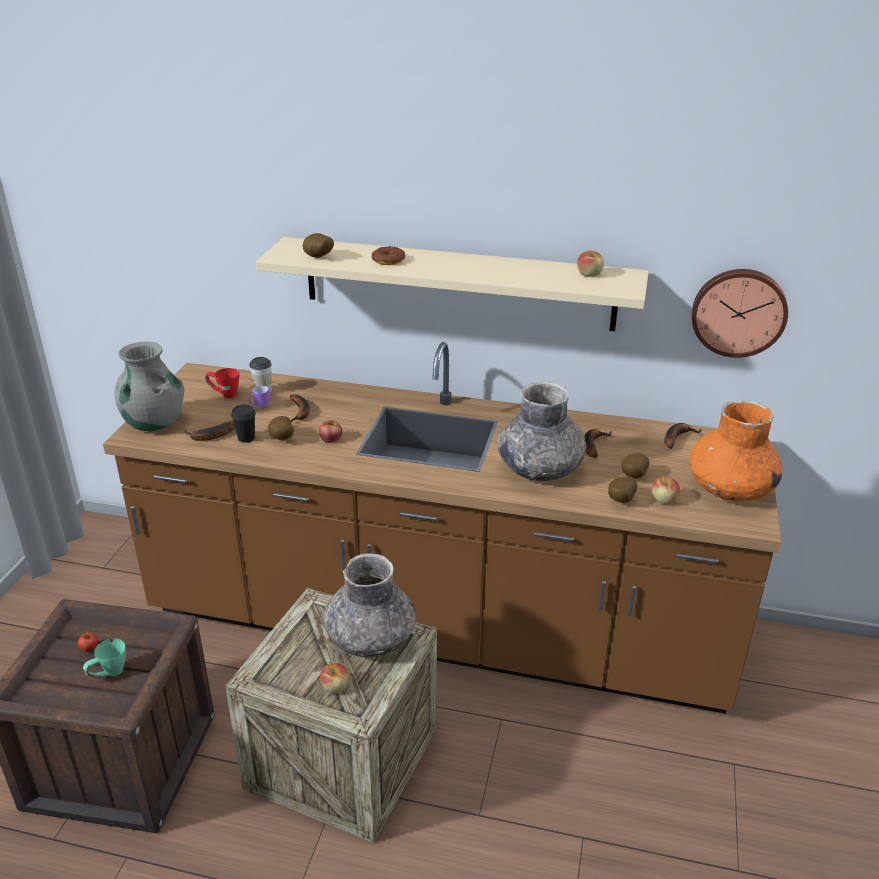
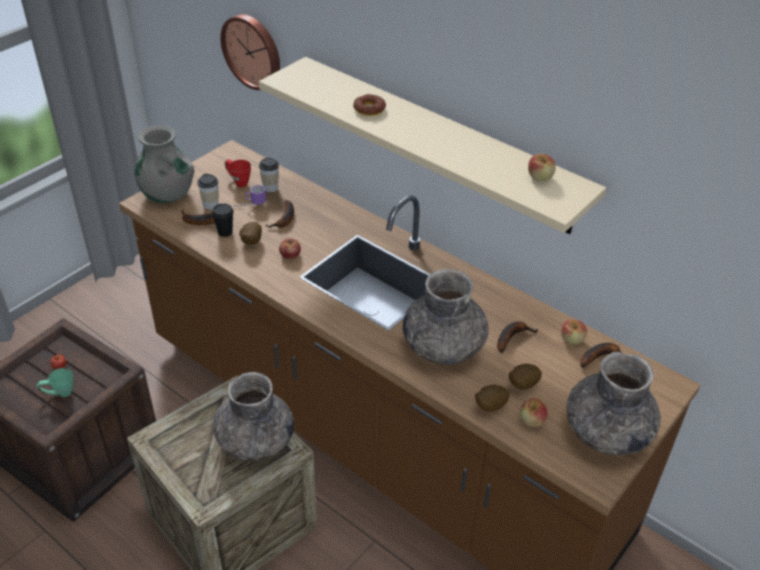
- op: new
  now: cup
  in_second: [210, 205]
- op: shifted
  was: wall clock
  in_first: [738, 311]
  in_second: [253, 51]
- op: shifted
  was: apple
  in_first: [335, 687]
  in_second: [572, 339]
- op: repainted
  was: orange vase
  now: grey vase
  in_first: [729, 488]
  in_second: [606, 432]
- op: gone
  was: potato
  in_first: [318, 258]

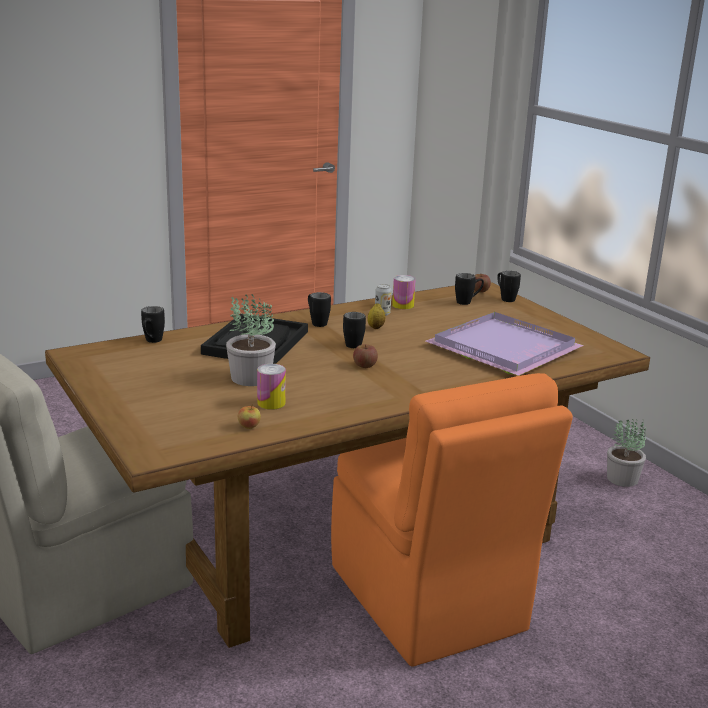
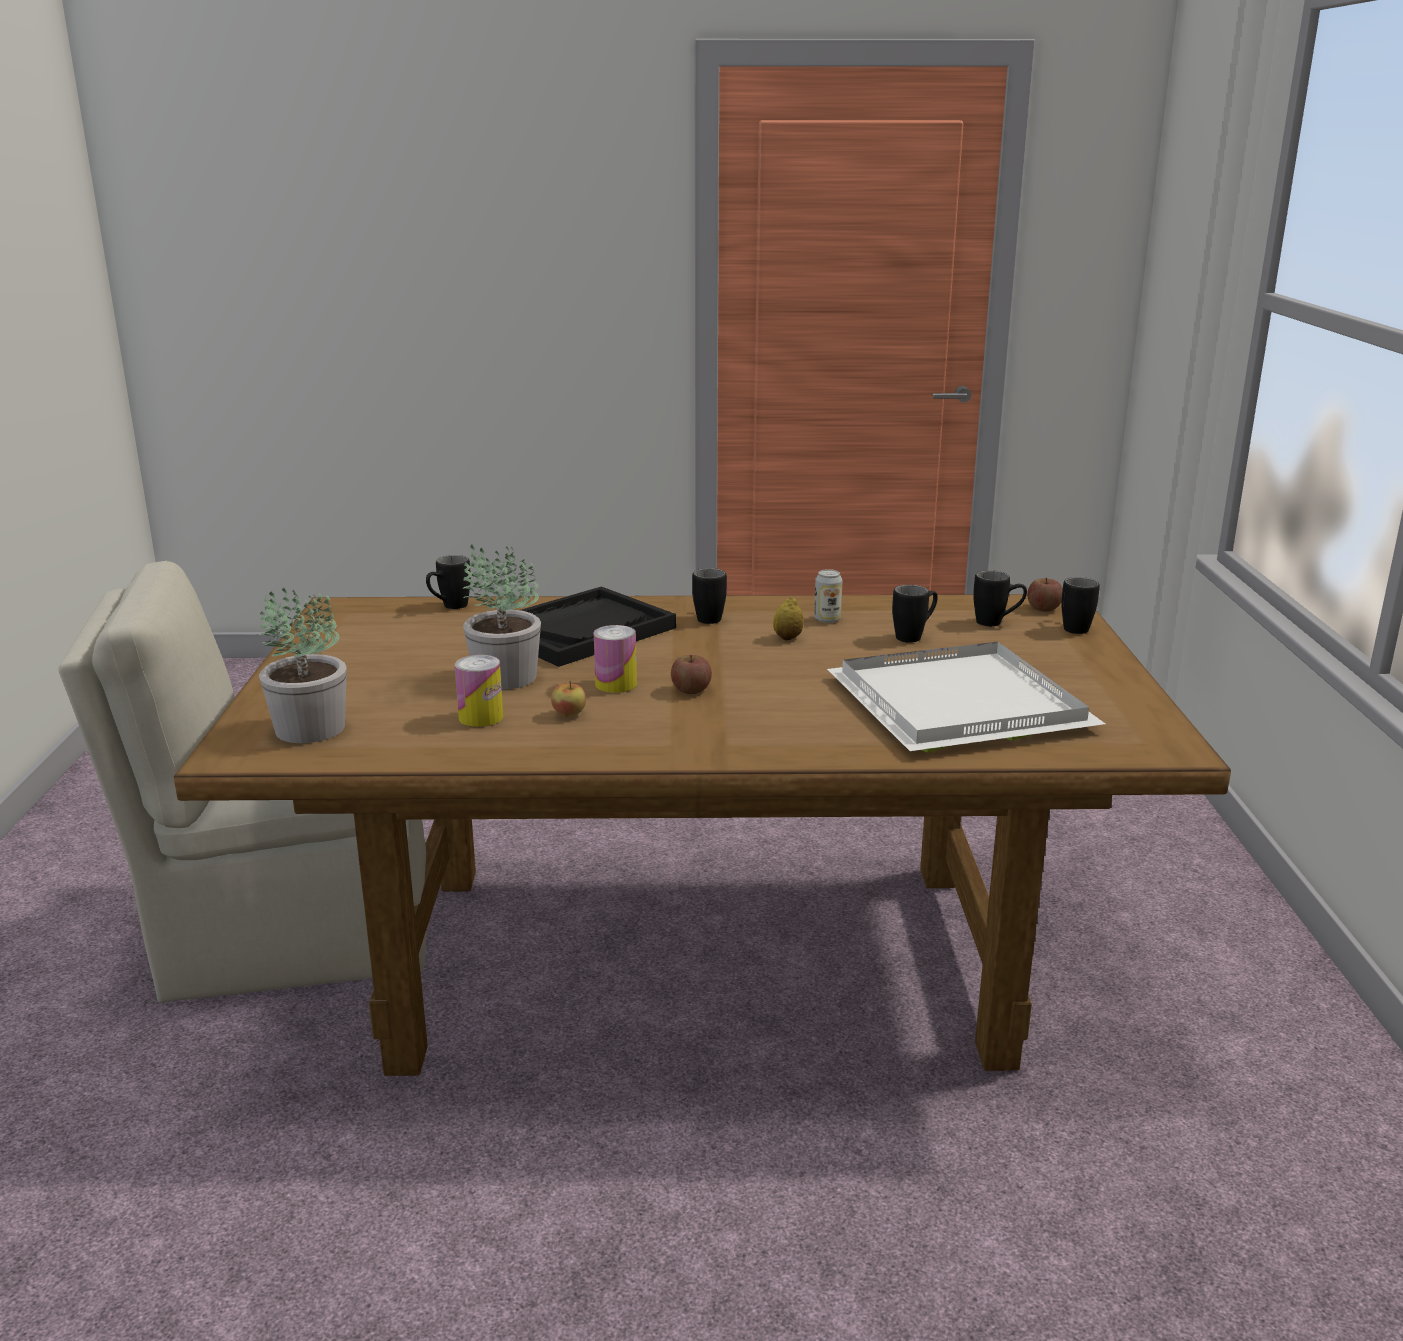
- op: shifted
  was: potted plant
  in_first: [623, 479]
  in_second: [310, 729]
- op: shifted
  was: apple
  in_first: [249, 426]
  in_second: [569, 714]
- op: shifted
  was: can
  in_first: [403, 305]
  in_second: [616, 684]
- op: repainted
  was: purple tray
  now: white tray
  in_first: [504, 349]
  in_second: [957, 706]
- op: shifted
  was: black mug
  in_first: [356, 343]
  in_second: [914, 636]
- op: gone
  was: orange chair
  in_first: [428, 601]

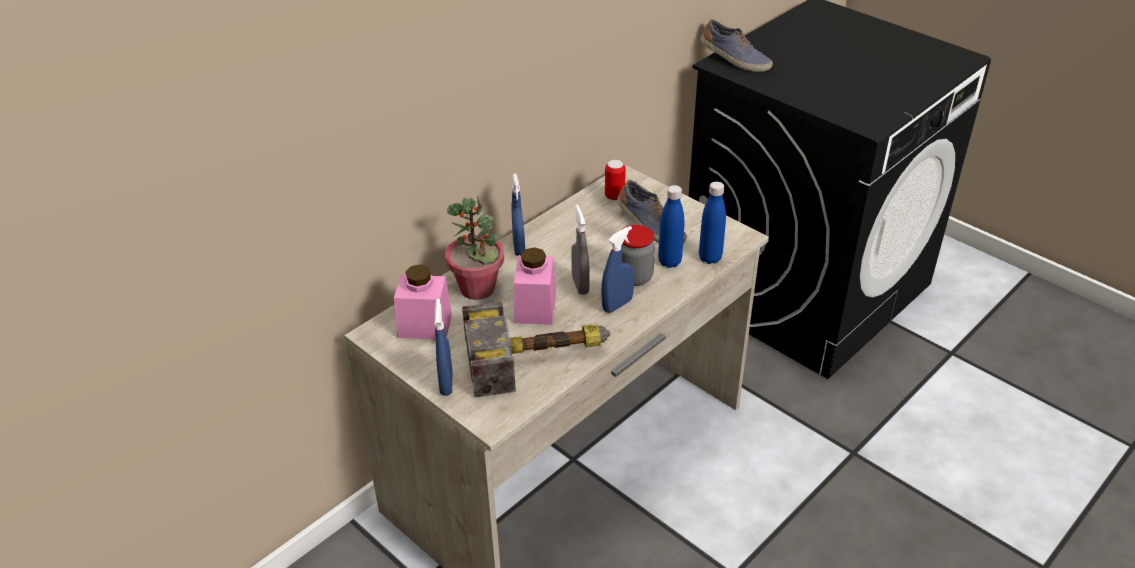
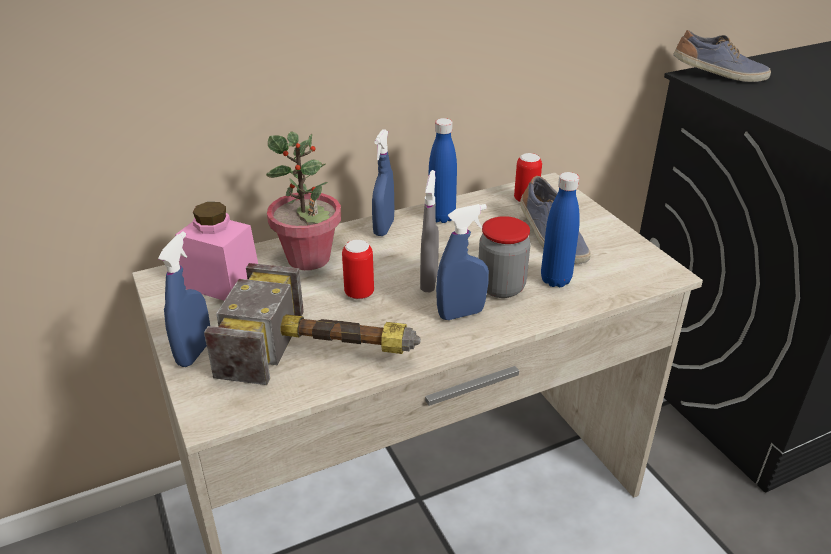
- op: swapped
  was: pink jar
  now: can
  in_first: [535, 308]
  in_second: [359, 293]
- op: shifted
  was: blue bottle
  in_first: [710, 258]
  in_second: [441, 217]
- op: rotated
  was: shoe
  in_first: [734, 60]
  in_second: [719, 75]
  clockwise: -45

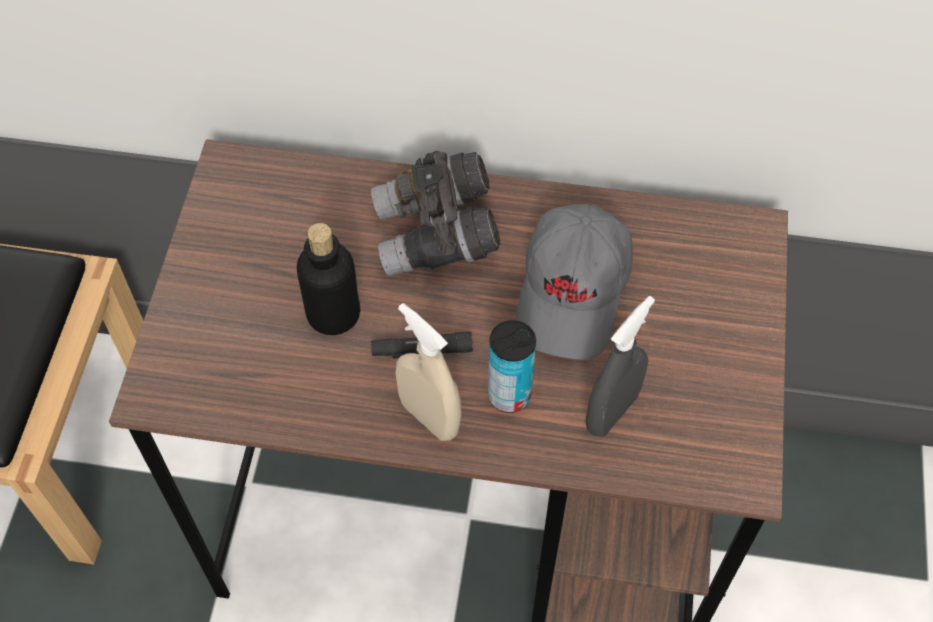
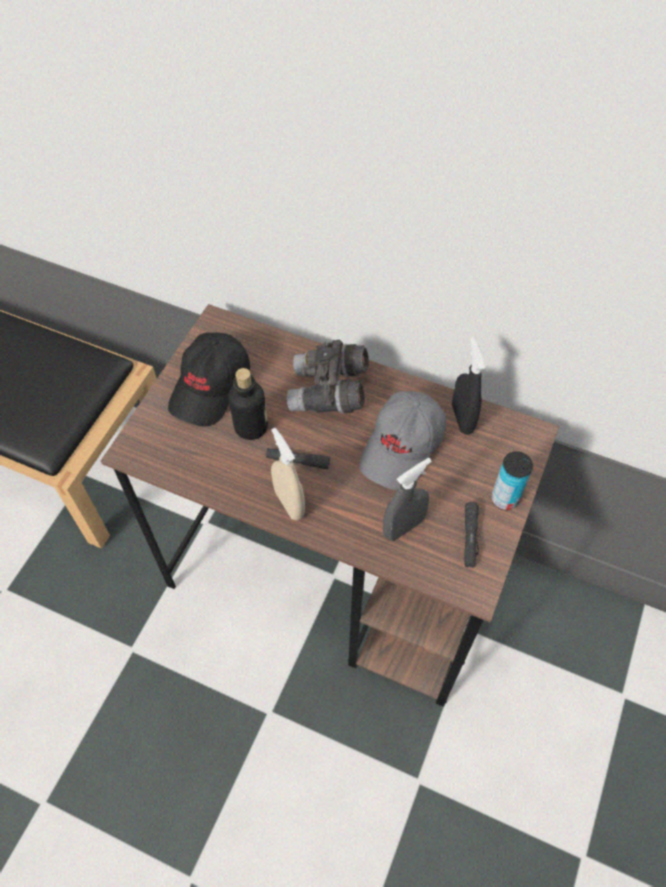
- op: new
  now: black cap
  in_second: [211, 387]
- op: new
  now: black spray bottle
  in_second: [462, 418]
- op: new
  now: black flashlight
  in_second: [470, 537]
- op: shifted
  was: can
  in_first: [509, 395]
  in_second: [504, 499]

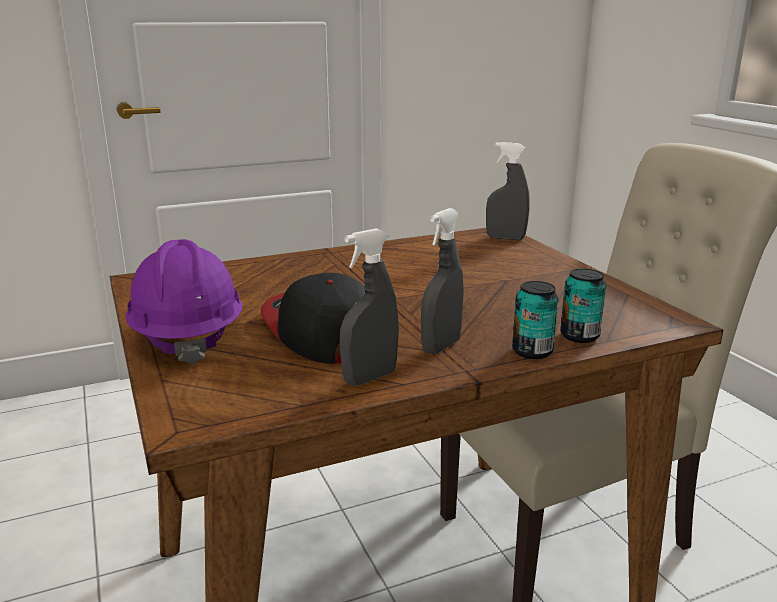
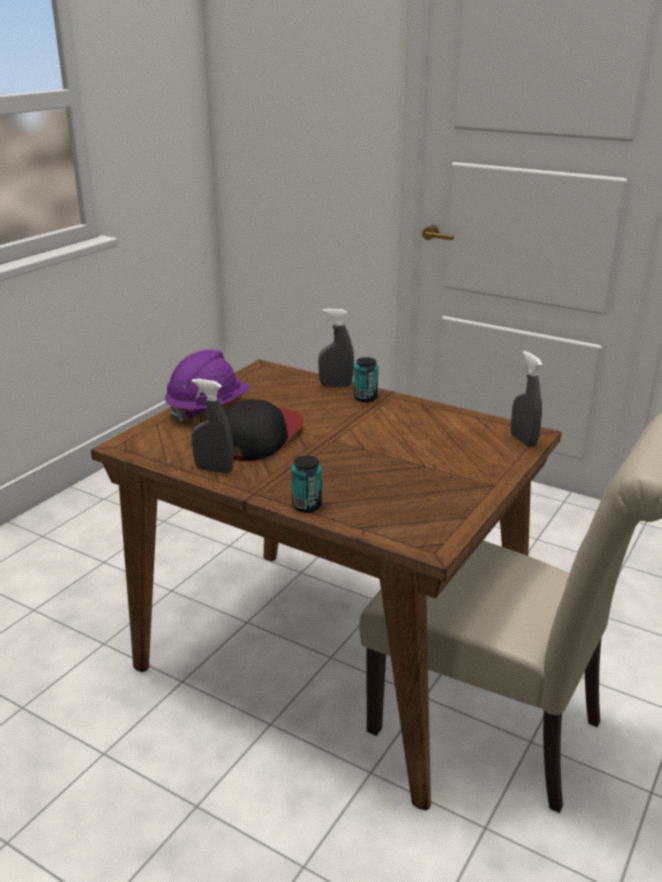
- op: shifted
  was: grey spray bottle
  in_first: [441, 346]
  in_second: [336, 385]
- op: shifted
  was: can
  in_first: [579, 336]
  in_second: [365, 398]

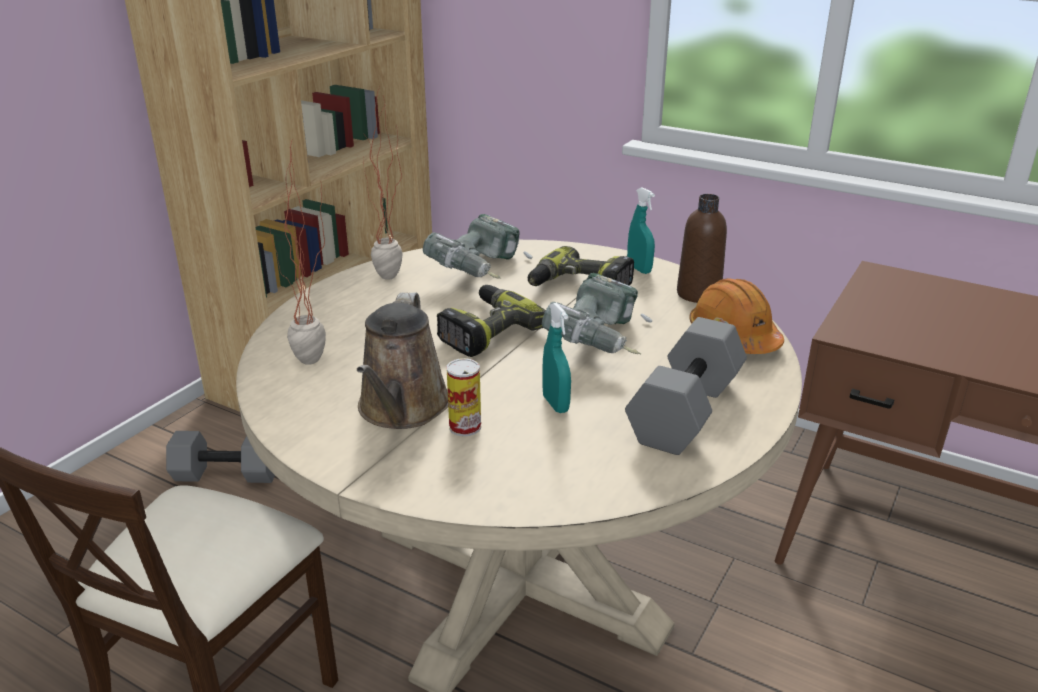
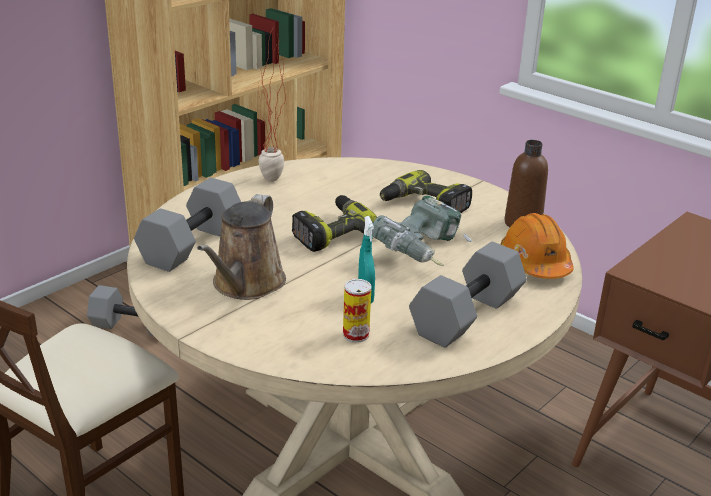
- op: swapped
  was: potted plant
  now: grey dumbbell
  in_first: [314, 366]
  in_second: [191, 243]
- op: shifted
  was: can
  in_first: [465, 427]
  in_second: [356, 334]
- op: gone
  was: power drill
  in_first: [482, 271]
- op: gone
  was: turquoise spray bottle
  in_first: [639, 269]

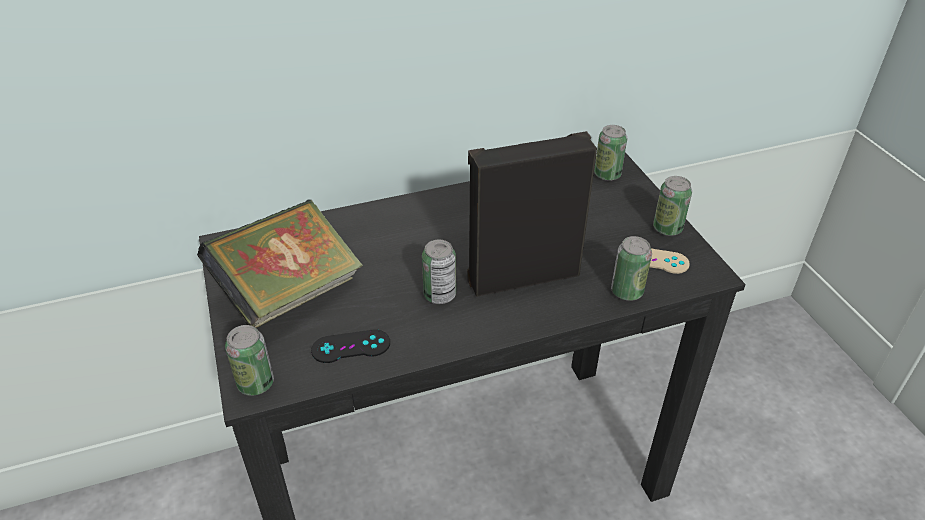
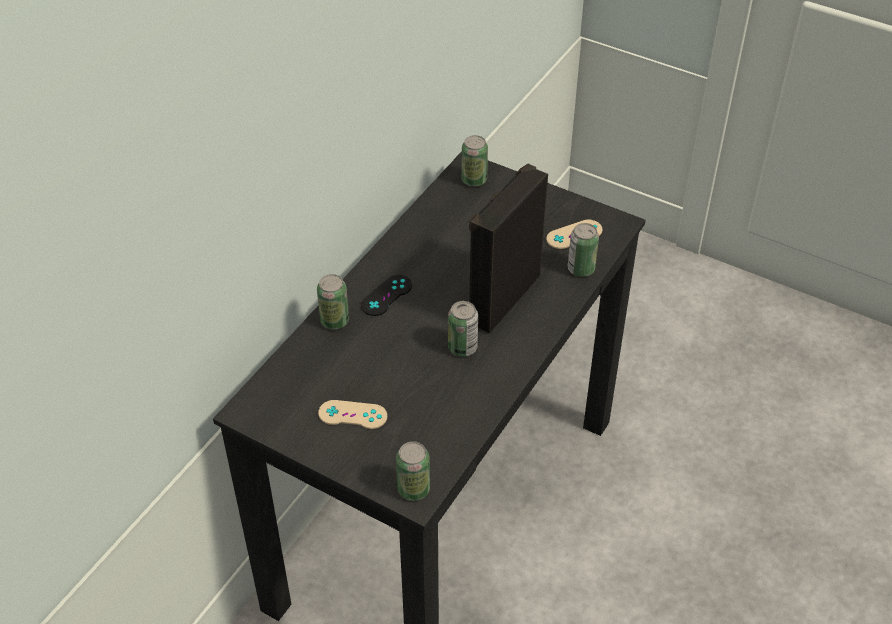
- op: shifted
  was: can
  in_first: [667, 228]
  in_second: [334, 321]
- op: swapped
  was: book
  now: beige game controller
  in_first: [289, 293]
  in_second: [352, 415]
- op: shifted
  was: black game controller
  in_first: [351, 346]
  in_second: [386, 295]

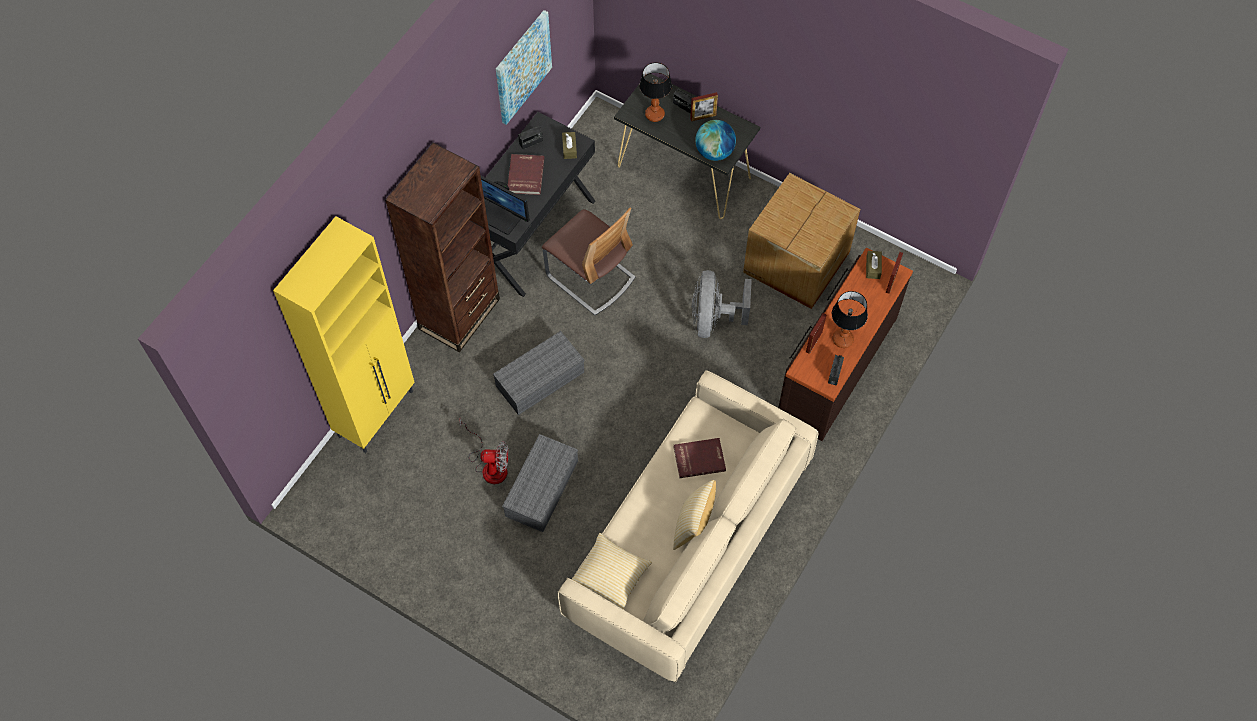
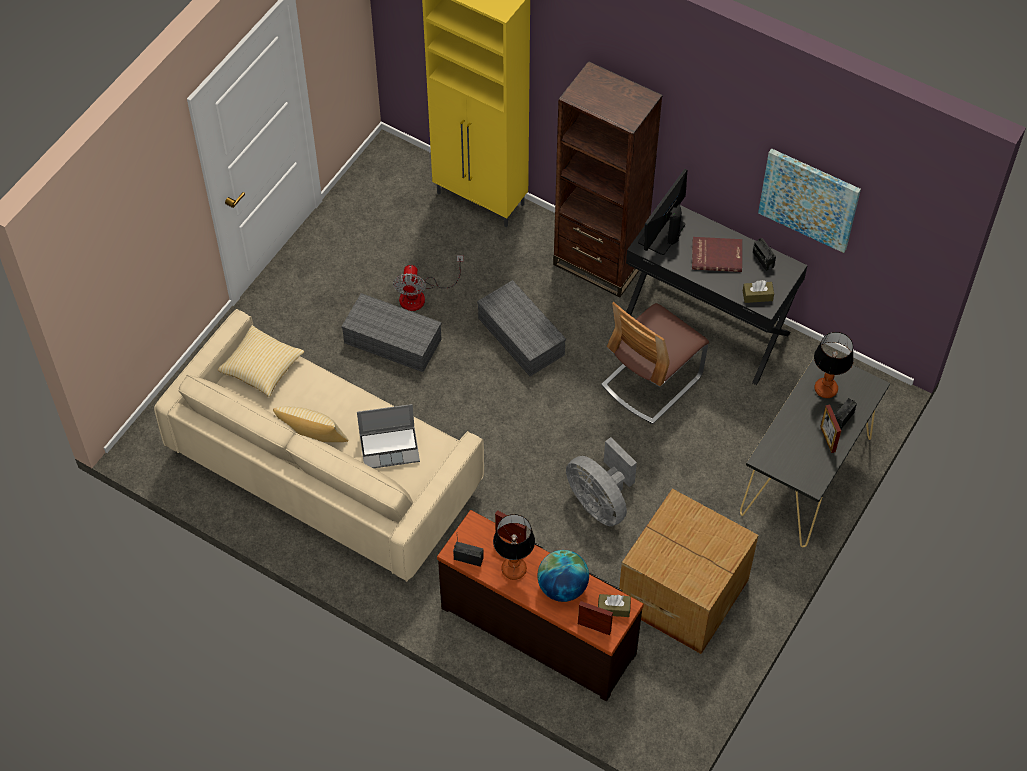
- op: swapped
  was: red book
  now: laptop
  in_first: [699, 458]
  in_second: [390, 447]
- op: shifted
  was: globe
  in_first: [714, 152]
  in_second: [562, 587]
- op: rotated
  was: grey fan
  in_first: [713, 319]
  in_second: [600, 502]
  clockwise: -135

